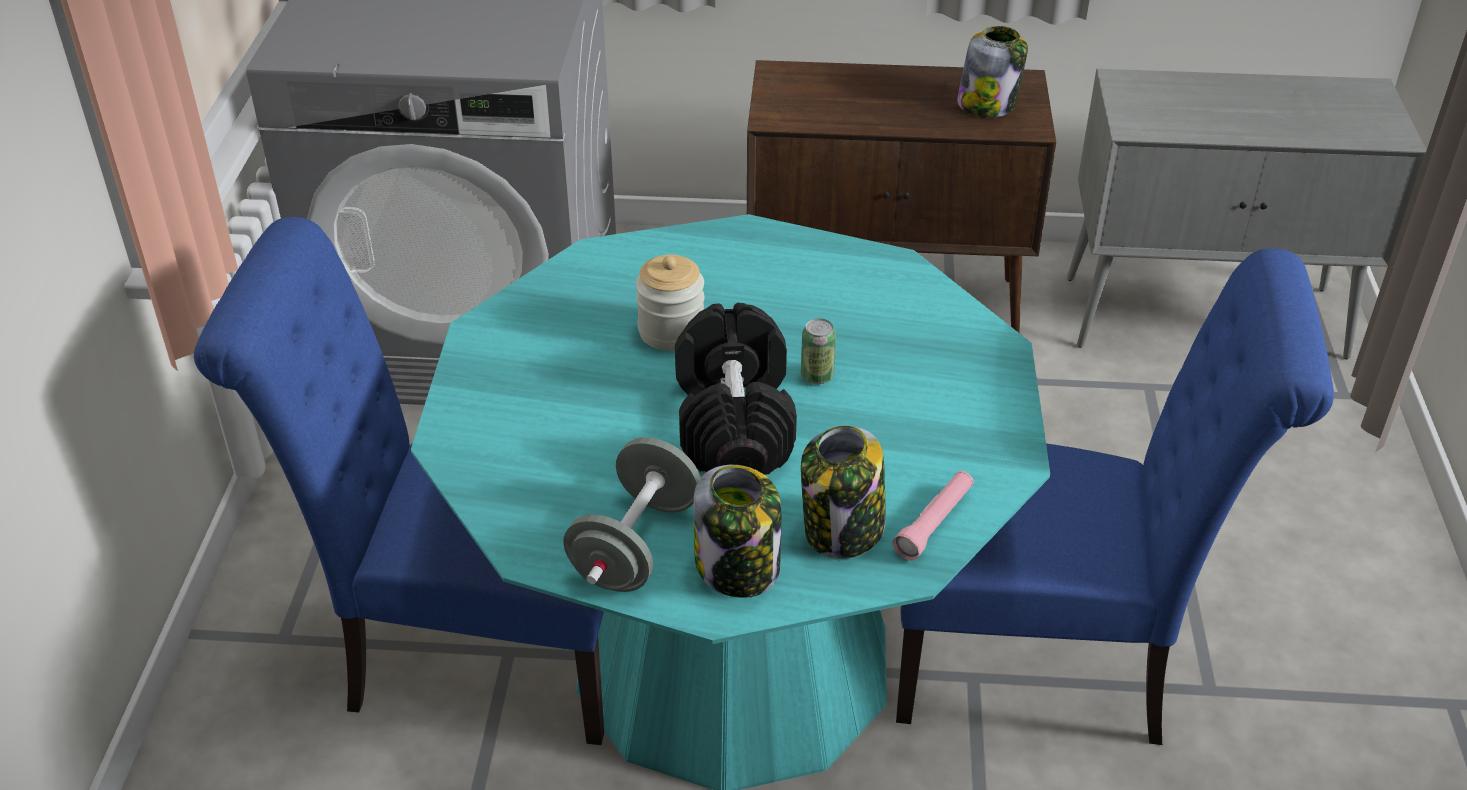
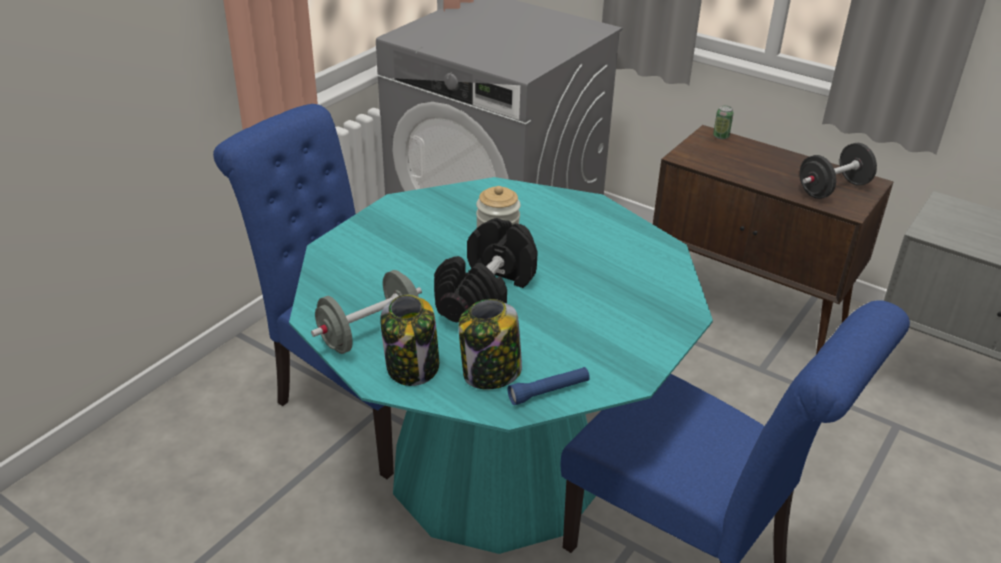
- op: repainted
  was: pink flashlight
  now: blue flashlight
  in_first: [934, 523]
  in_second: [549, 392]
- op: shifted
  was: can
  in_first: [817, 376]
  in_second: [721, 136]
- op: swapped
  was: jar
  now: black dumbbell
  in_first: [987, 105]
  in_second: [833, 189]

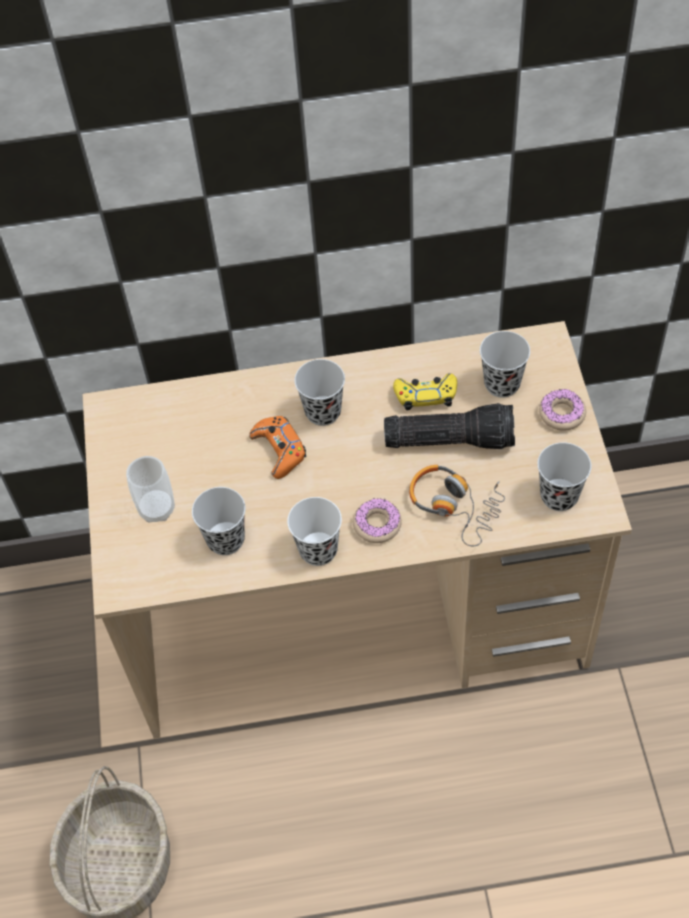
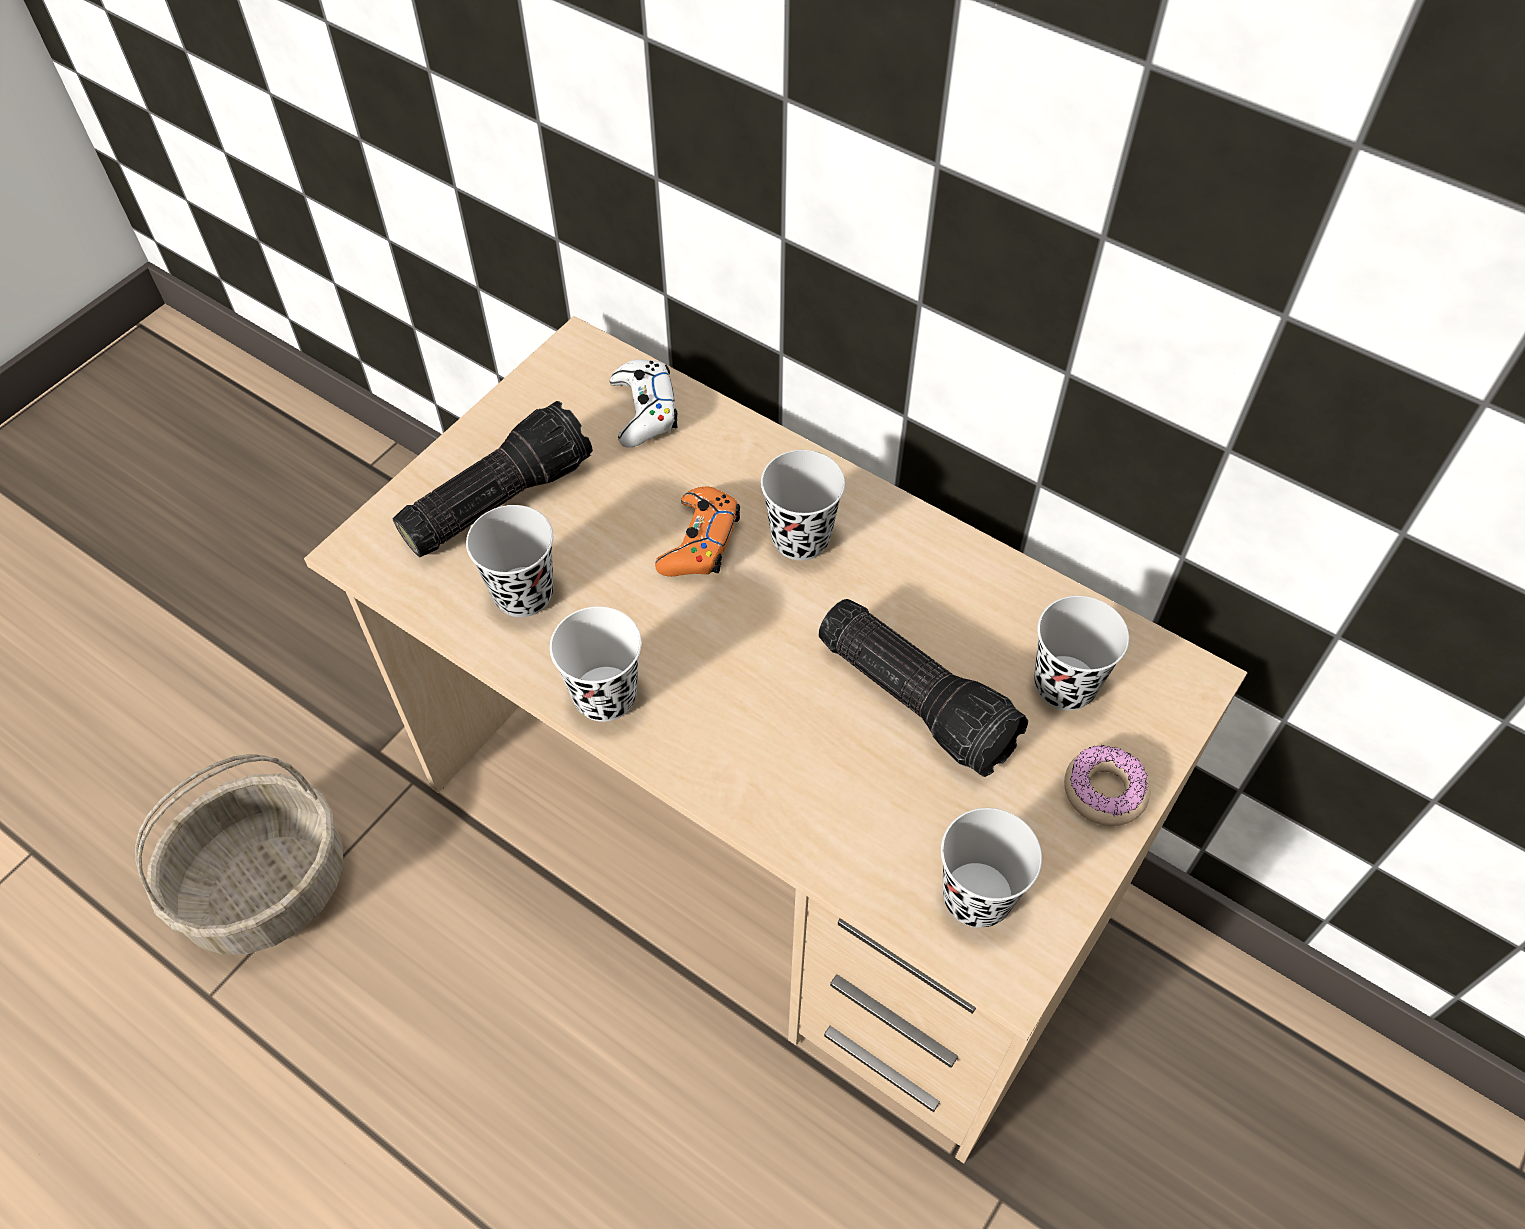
- op: swapped
  was: cup
  now: flashlight
  in_first: [157, 509]
  in_second: [497, 498]
- op: new
  now: white game controller
  in_second: [644, 411]
- op: gone
  was: donut
  in_first: [377, 524]
- op: gone
  was: yellow game controller
  in_first: [426, 395]
- op: gone
  was: headphones
  in_first: [454, 506]

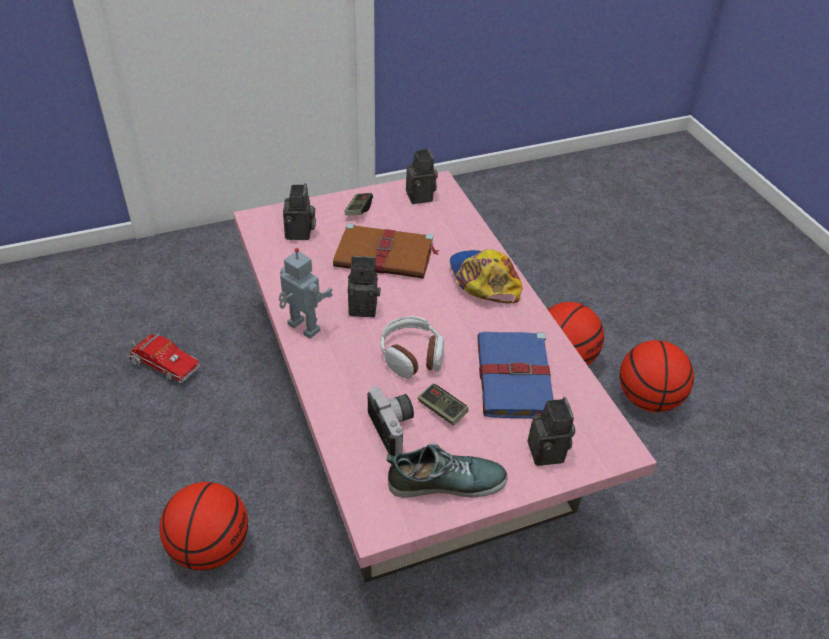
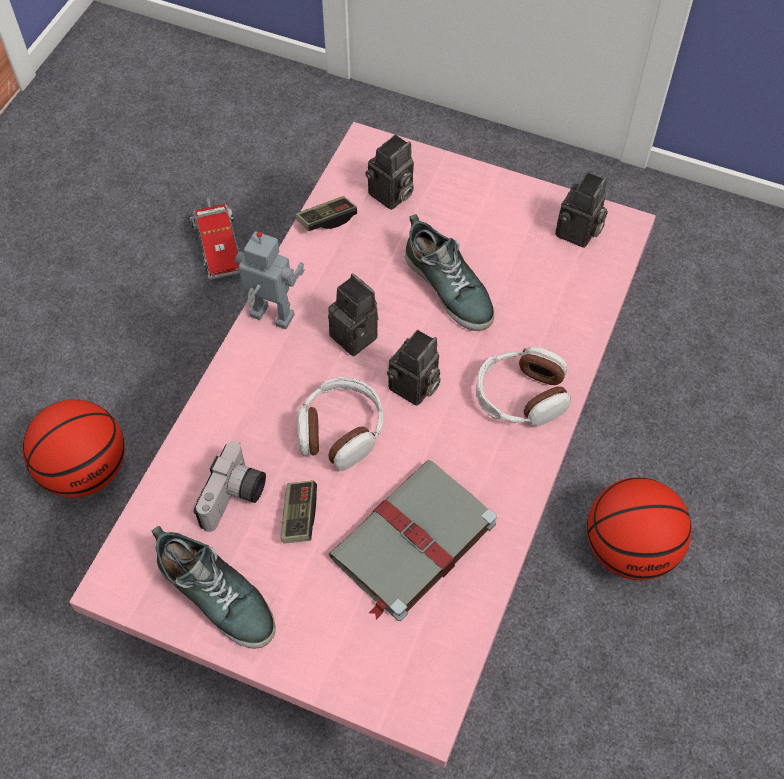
- op: rotated
  was: toy robot
  in_first: [302, 328]
  in_second: [270, 317]
  clockwise: -60
- op: shifted
  was: game controller
  in_first: [358, 210]
  in_second: [327, 220]
- op: repainted
  was: blue book
  now: grey book
  in_first: [515, 379]
  in_second: [411, 542]
- op: shifted
  was: photo camera
  in_first: [549, 453]
  in_second: [414, 388]
- op: swapped
  was: brown book
  now: shoe
  in_first: [386, 255]
  in_second: [449, 287]
- op: swapped
  was: cap
  now: headphones
  in_first: [483, 280]
  in_second: [521, 396]
- op: gone
  was: basketball
  in_first: [648, 399]

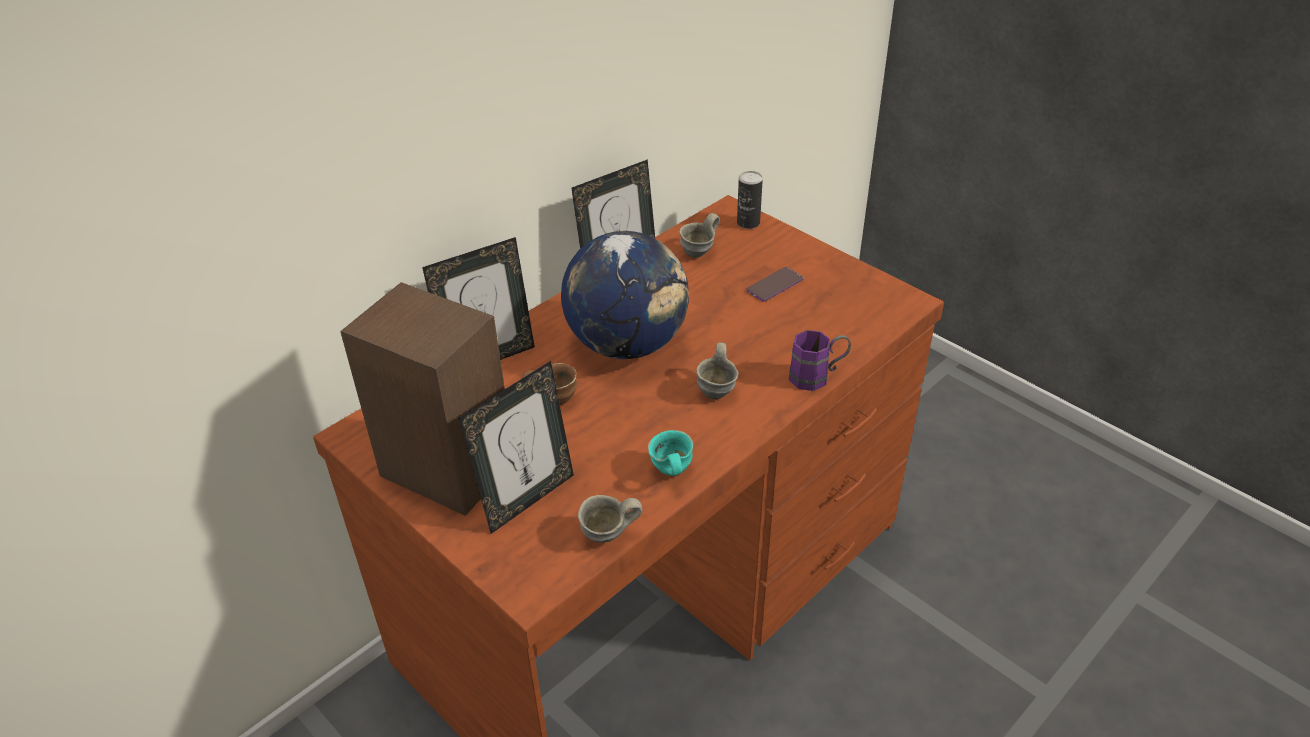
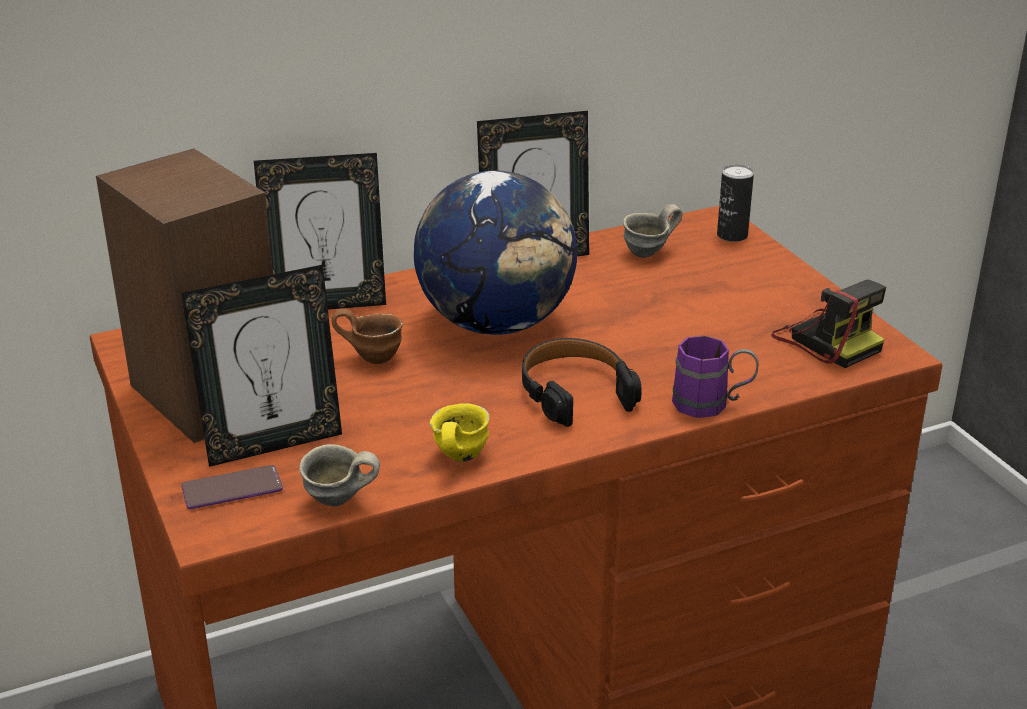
- op: shifted
  was: phone
  in_first: [775, 285]
  in_second: [232, 489]
- op: repainted
  was: turquoise mug
  now: yellow mug
  in_first: [669, 473]
  in_second: [456, 458]
- op: swapped
  was: grey mug
  now: black headphones
  in_first: [718, 391]
  in_second: [575, 392]
- op: new
  now: photo camera
  in_second: [826, 340]

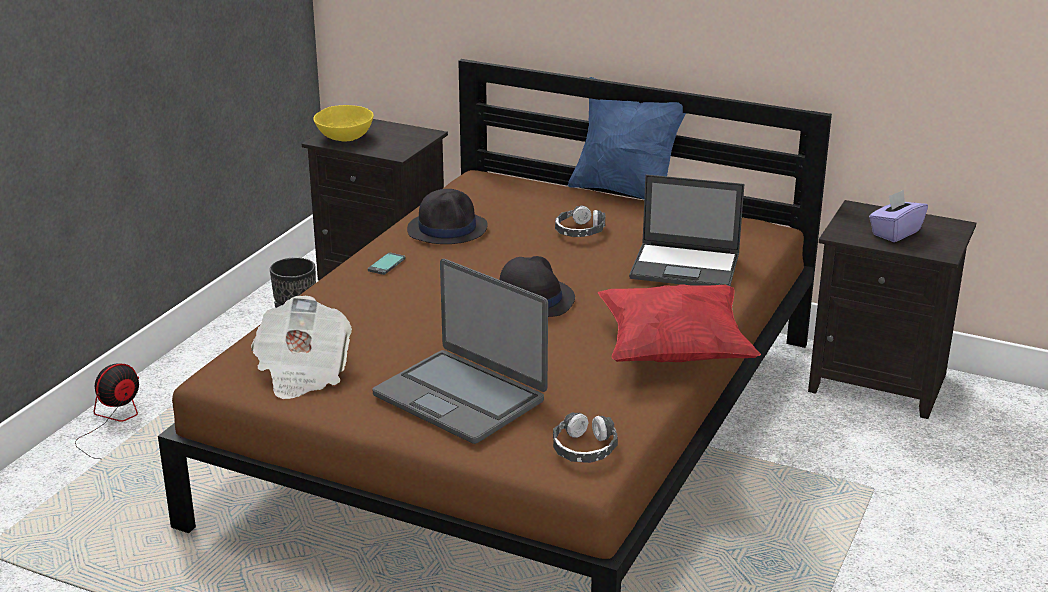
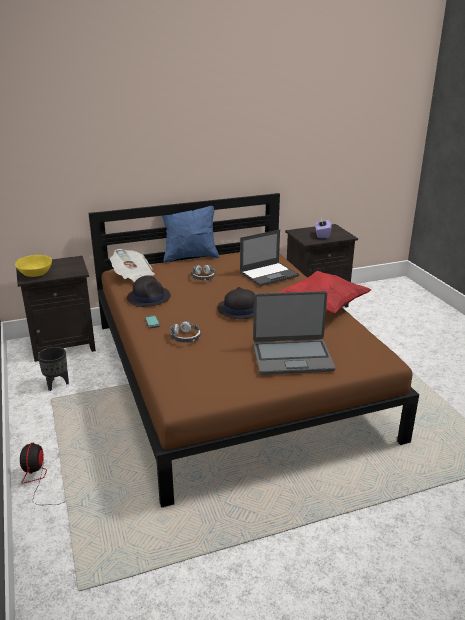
- op: shifted
  was: newspaper
  in_first: [302, 372]
  in_second: [133, 277]
- op: shifted
  was: headphones
  in_first: [584, 448]
  in_second: [185, 337]

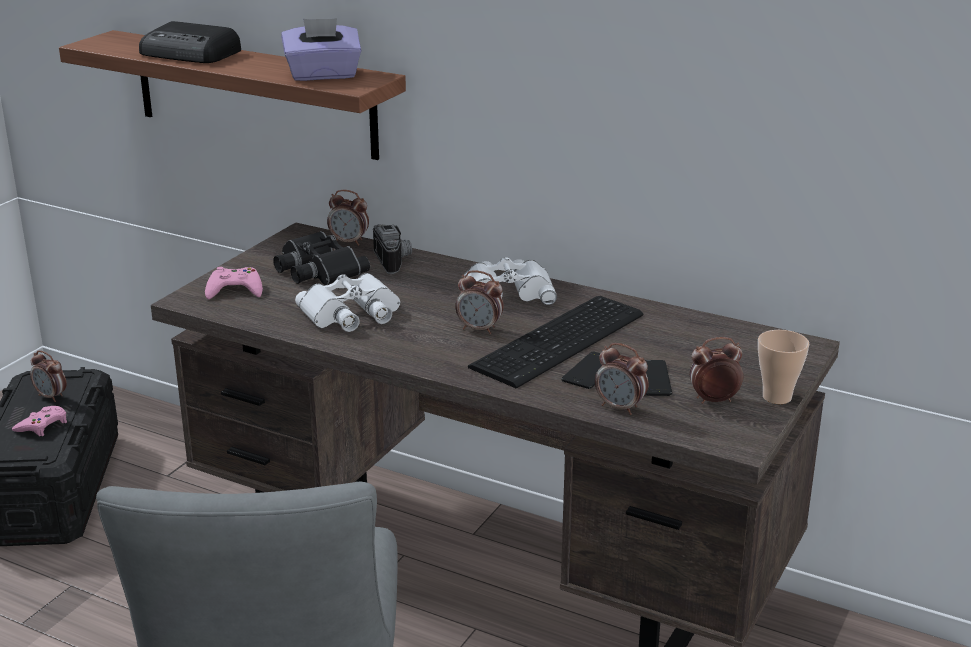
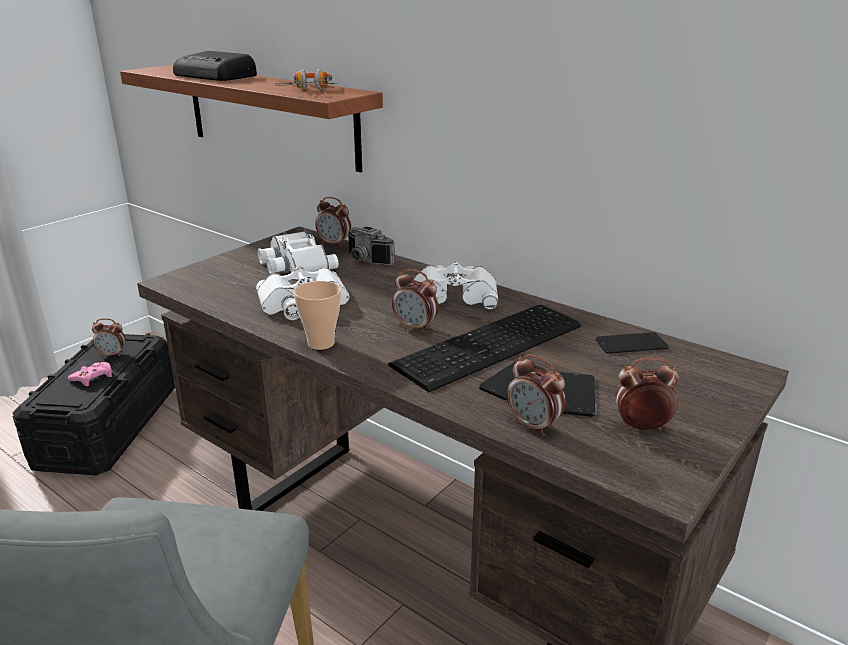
- op: rotated
  was: alarm clock
  in_first: [51, 397]
  in_second: [112, 354]
  clockwise: -45
- op: repainted
  was: black binoculars
  now: white binoculars
  in_first: [316, 269]
  in_second: [295, 263]
- op: swapped
  was: purple tissue box
  now: headphones
  in_first: [323, 75]
  in_second: [309, 90]
- op: shifted
  was: cup
  in_first: [777, 397]
  in_second: [321, 343]
- op: rotated
  was: photo camera
  in_first: [395, 261]
  in_second: [365, 261]
  clockwise: 135
- op: new
  now: phone
  in_second: [631, 344]
- op: gone
  was: pink game controller
  in_first: [235, 290]

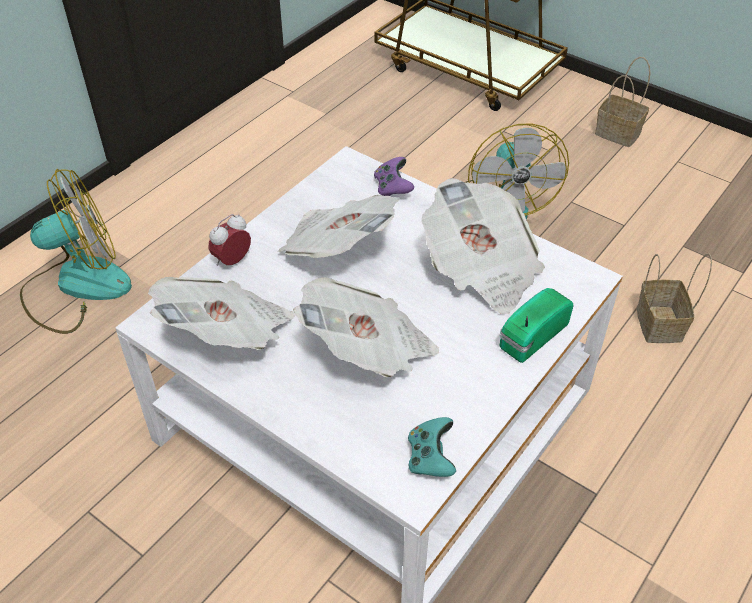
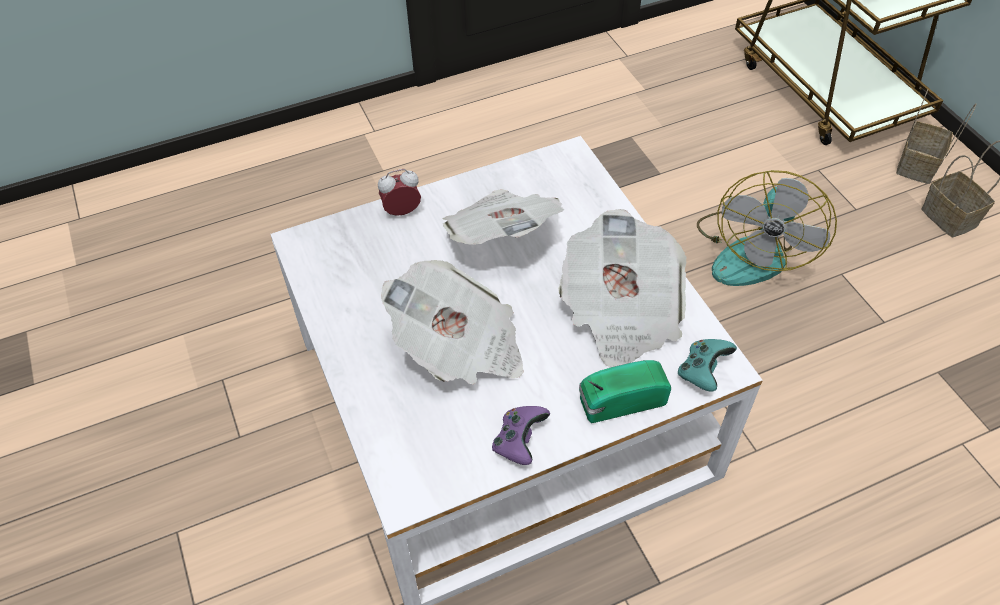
- op: shifted
  was: purple game controller
  in_first: [392, 188]
  in_second: [519, 441]
- op: shifted
  was: turquoise game controller
  in_first: [430, 458]
  in_second: [702, 371]
- op: shifted
  was: basket
  in_first: [660, 326]
  in_second: [918, 167]
- op: gone
  was: fan
  in_first: [76, 286]
- op: gone
  was: newspaper
  in_first: [229, 334]

